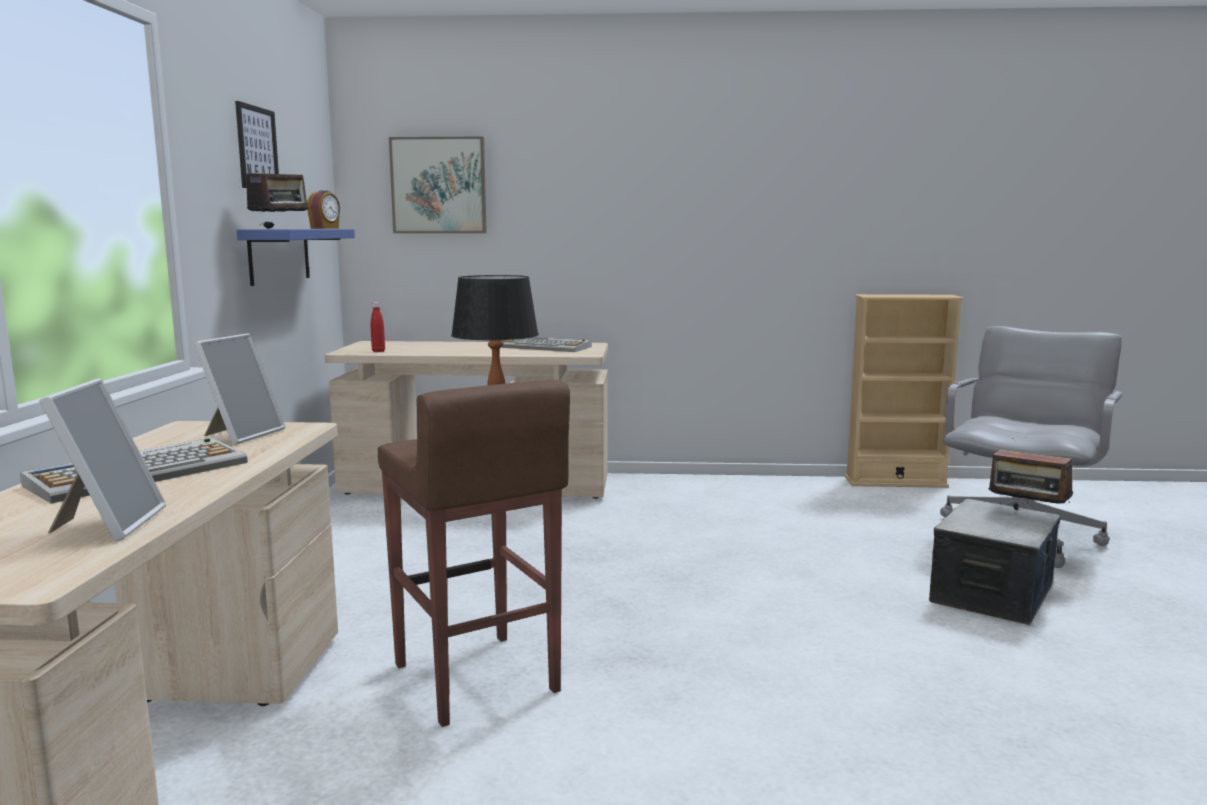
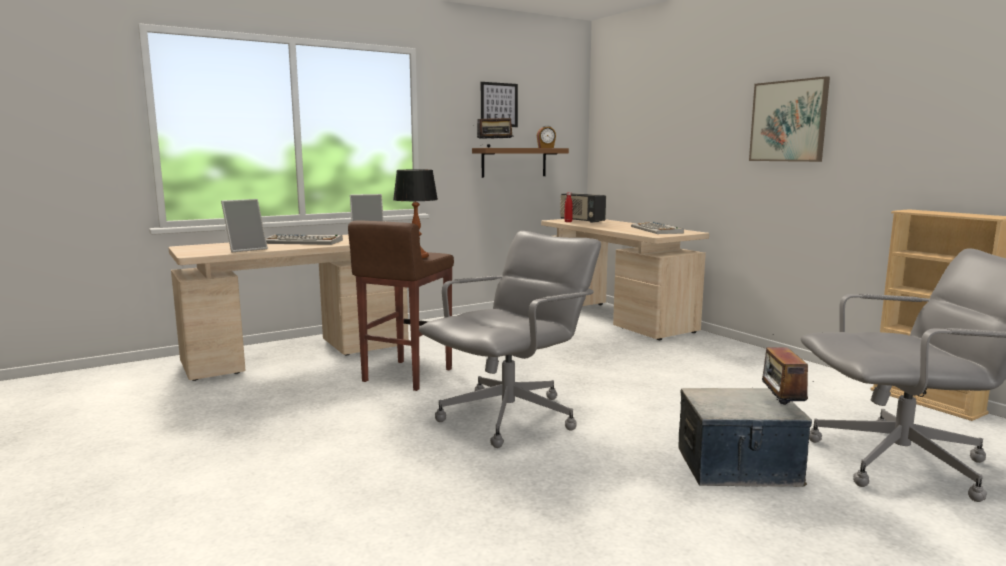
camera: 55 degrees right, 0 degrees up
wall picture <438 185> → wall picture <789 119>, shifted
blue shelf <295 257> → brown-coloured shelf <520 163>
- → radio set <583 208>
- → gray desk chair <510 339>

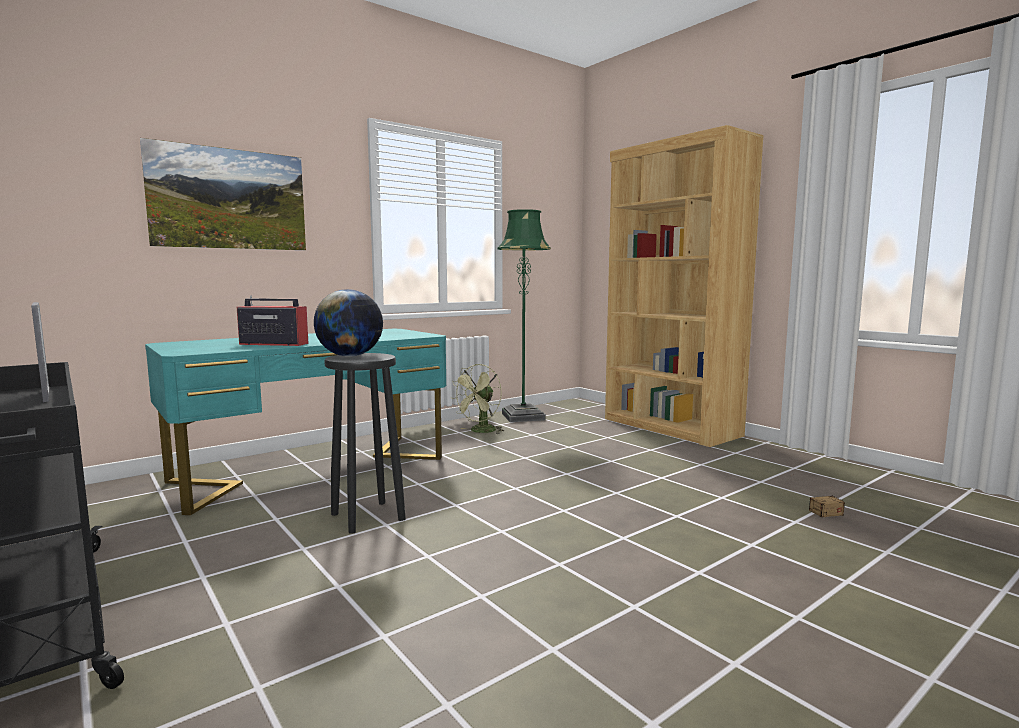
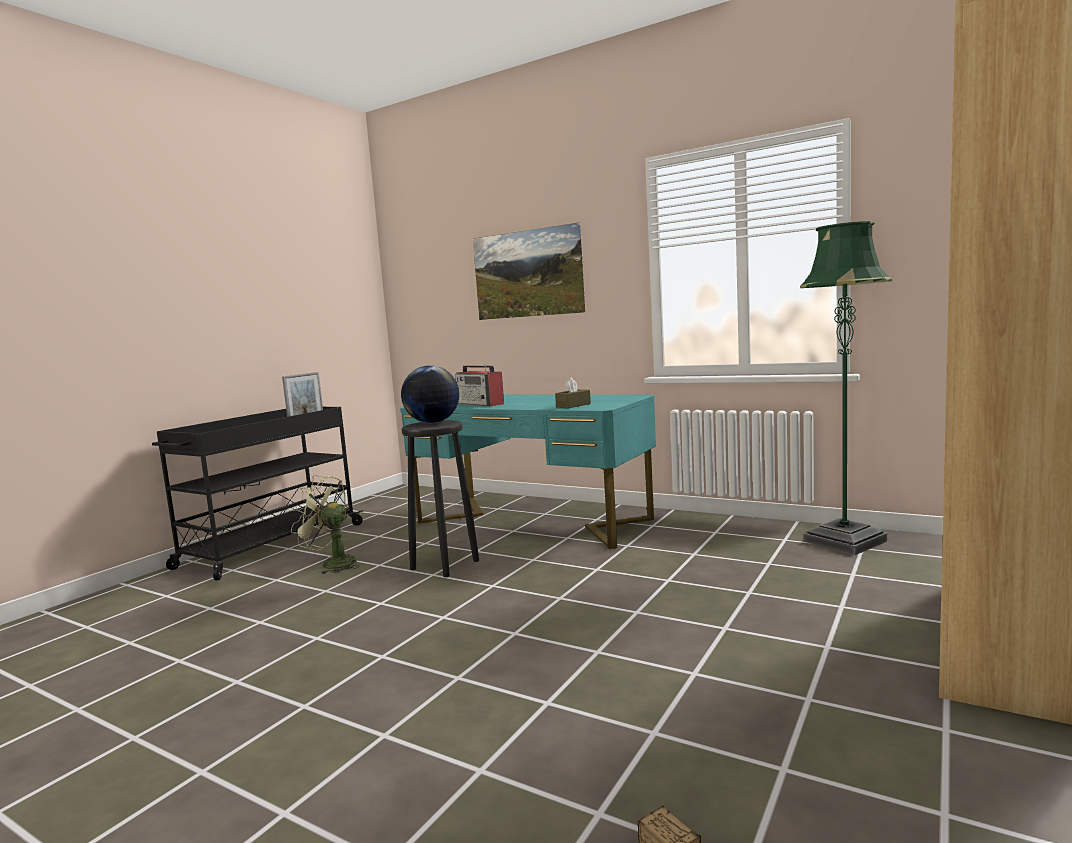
camera: 70 degrees right, 0 degrees up
radio set <273 320> → radio set <479 385>, 150 degrees clockwise
green cooling fan <476 399> → green cooling fan <325 524>, shifted
- → brown-coloured tissue holder <573 393>

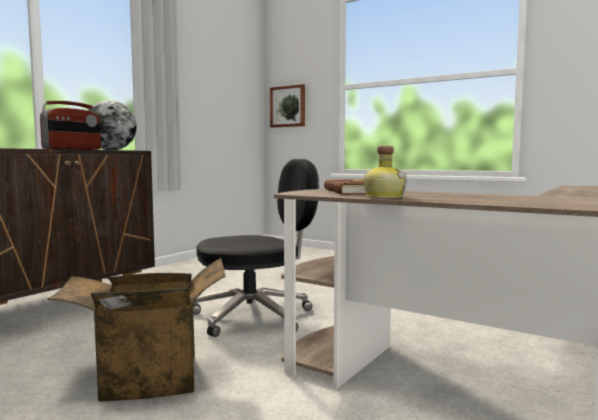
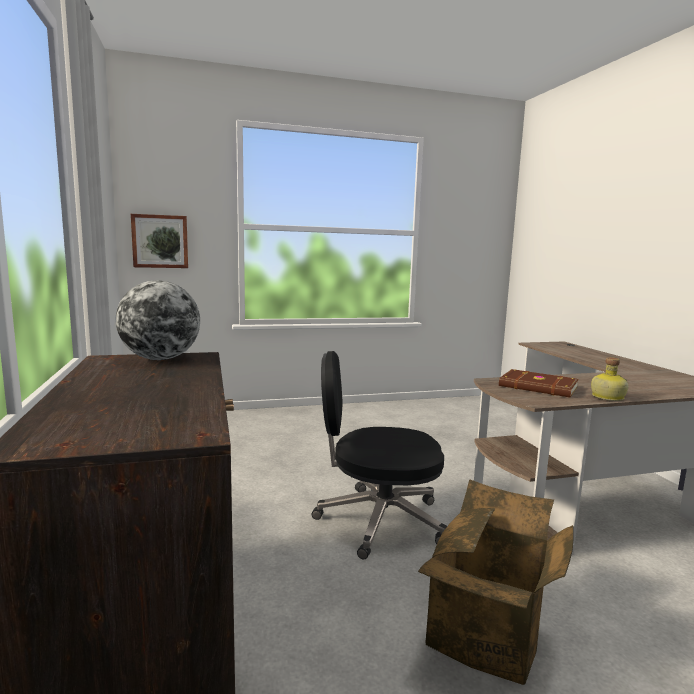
camera: 50 degrees left, 5 degrees up
radio set <70 125> → -
black desk chair <256 248> → black desk chair <379 455>, 105 degrees counterclockwise

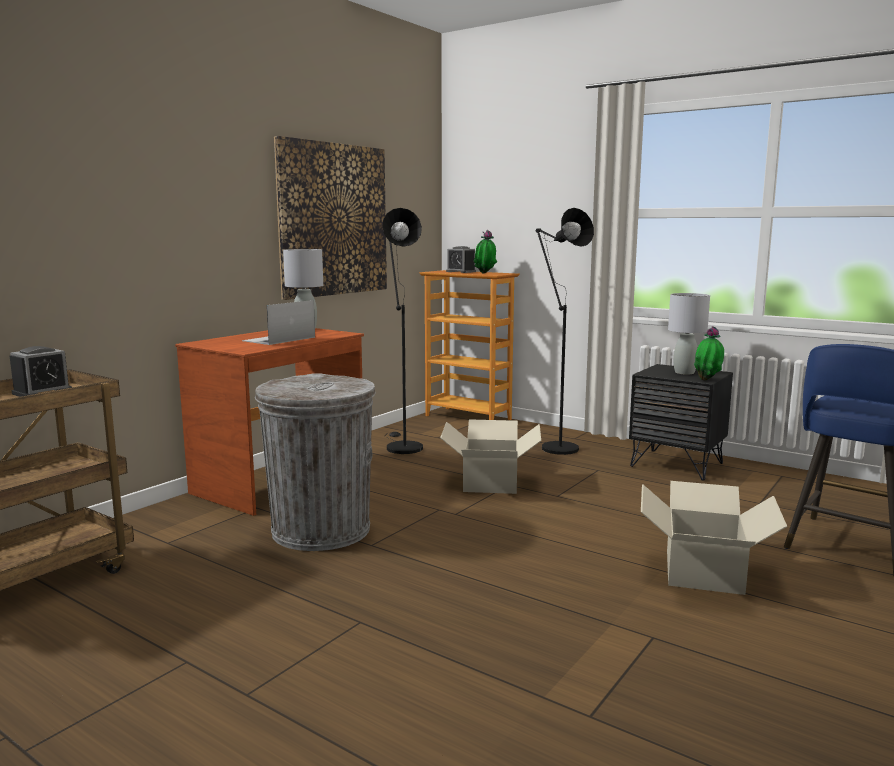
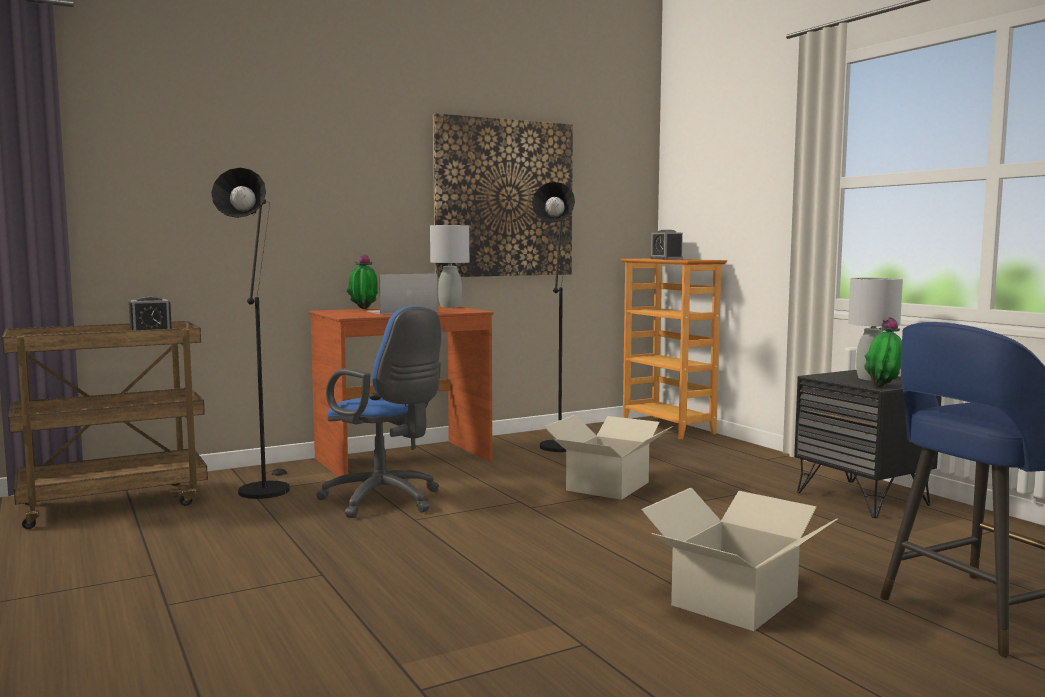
camera: 25 degrees right, 5 degrees down
black standing lamp <558 331> → black standing lamp <250 333>, shifted
houseplant <485 251> → houseplant <362 281>, shifted
gray rubbish bin <315 462> → blue desk chair <378 412>

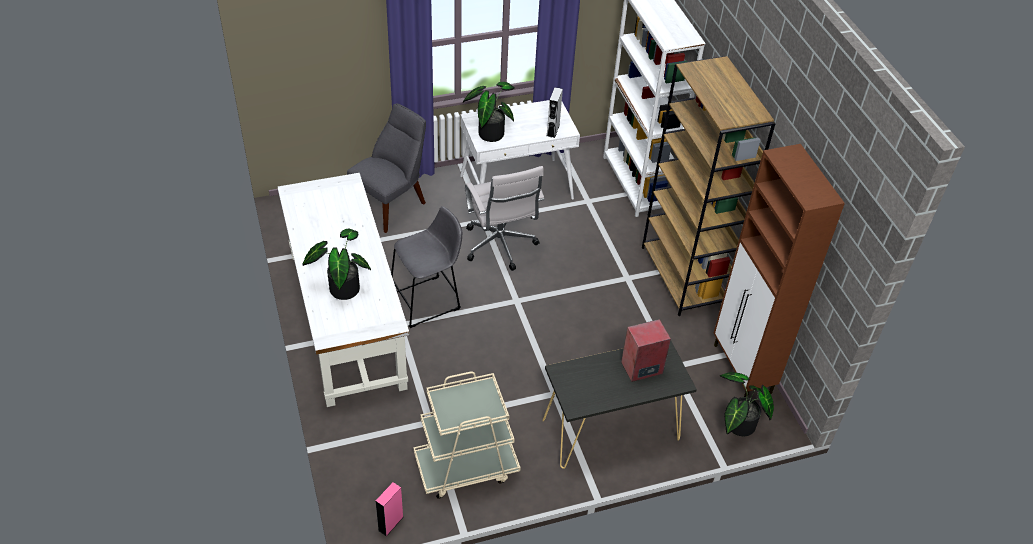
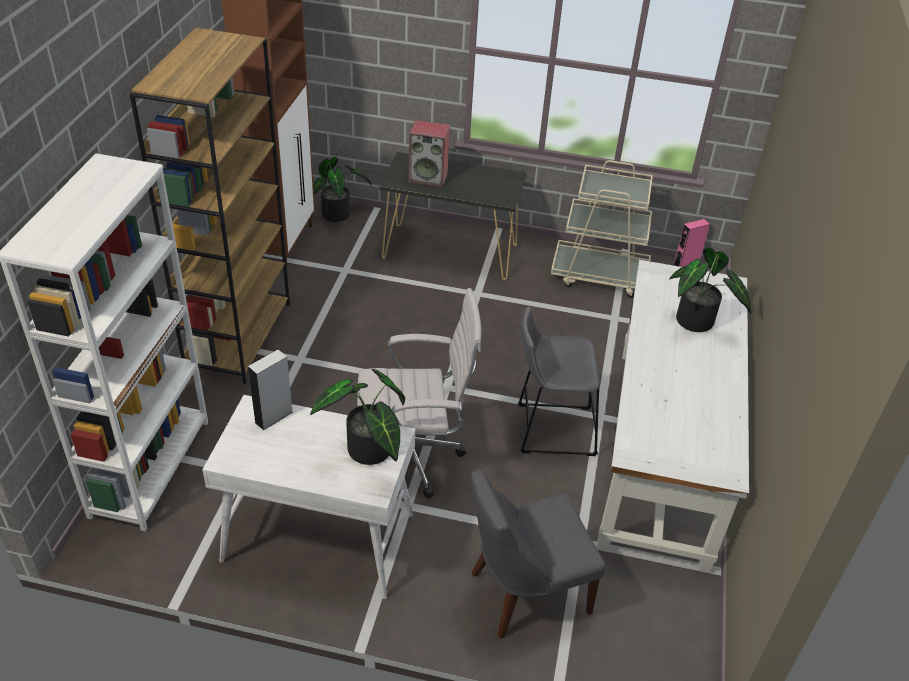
camera: 150 degrees left, 5 degrees down
white desk chair <505 218> → white desk chair <419 393>, 75 degrees clockwise

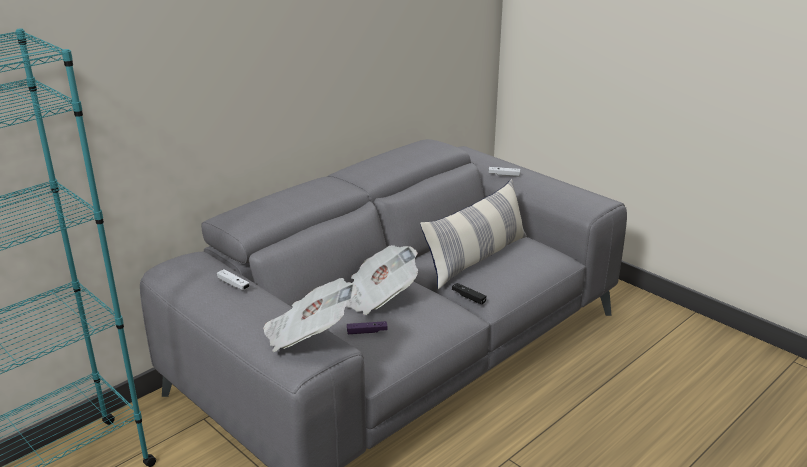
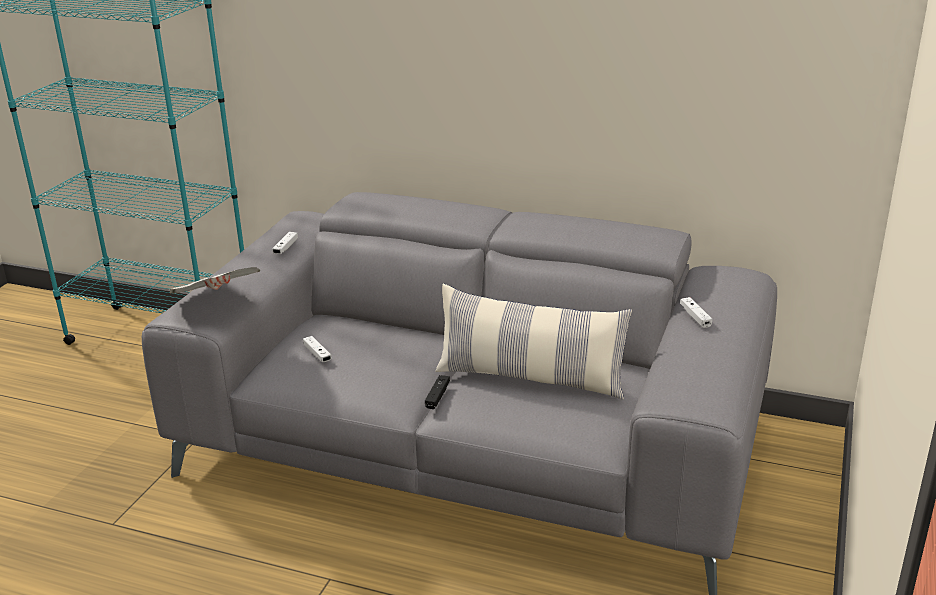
camera: 65 degrees right, 0 degrees up
printed paper <382 280> → -
purple-coloured joypad <367 327> → white joypad <317 349>

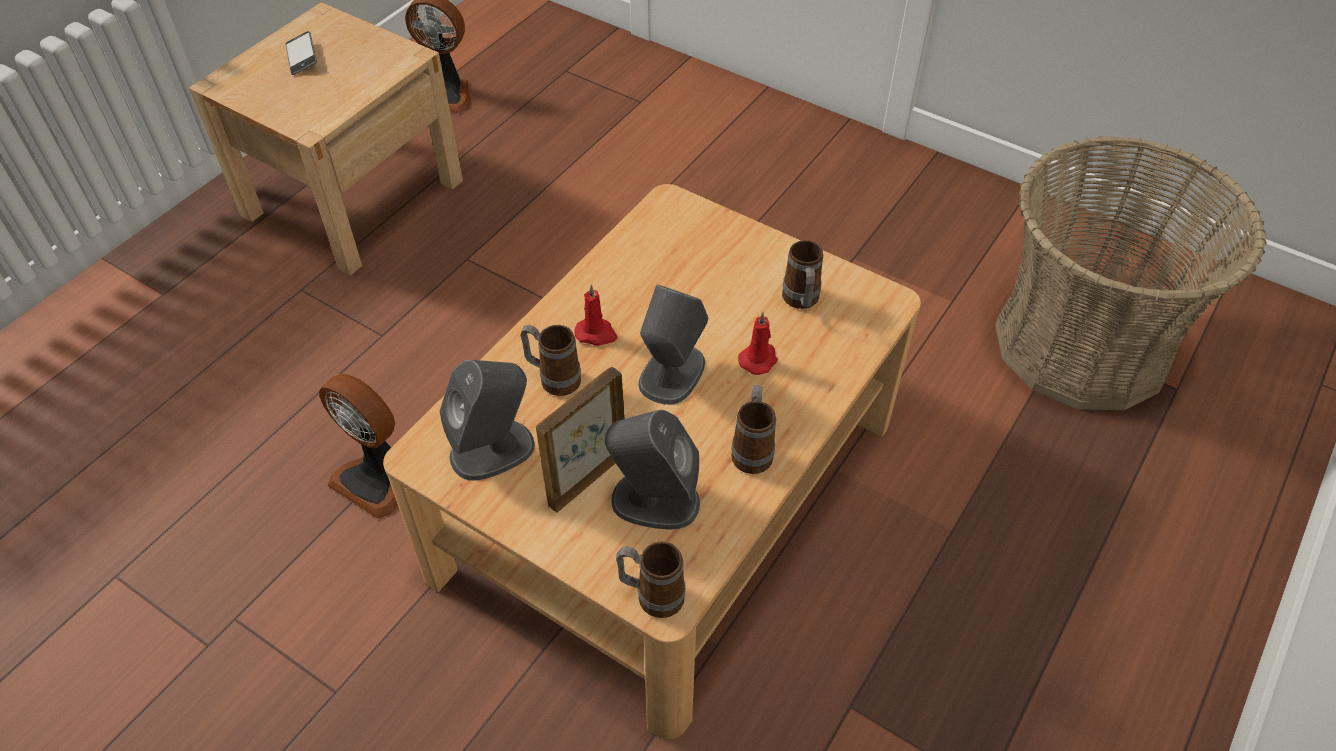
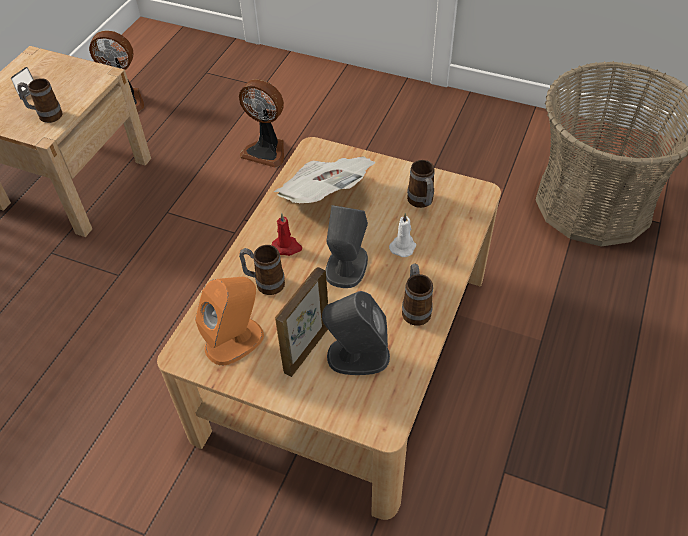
camera: 10 degrees left, 0 degrees up
red-coloured candle <758 343> → white candle <402 235>
gray audio speaker <487 420> → orange-coloured audio speaker <229 321>
cooling fan <358 446> → cooling fan <261 123>, shifted
coffee mug <650 579> → coffee mug <40 100>, shifted
- → printed paper <324 179>

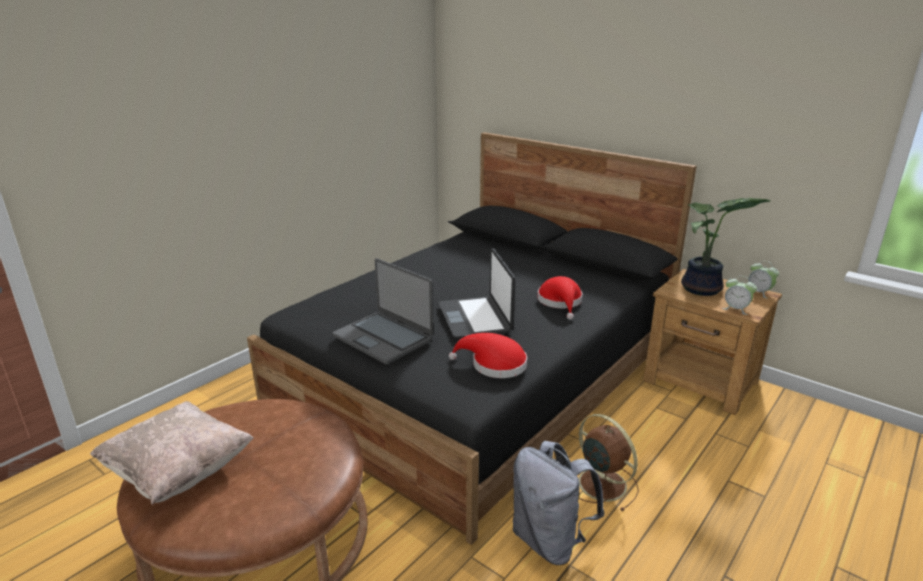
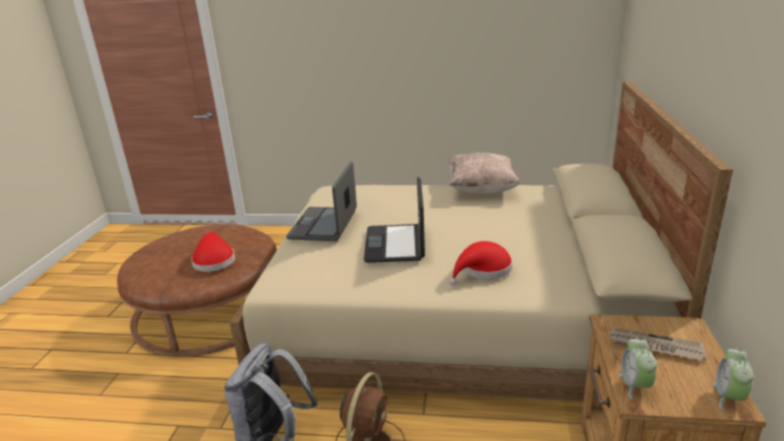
camera: 60 degrees right, 0 degrees up
black bed <472 338> → sand-coloured bed <481 241>
houseplant <725 247> → printed paper <657 344>
laptop <477 293> → laptop <394 220>, 45 degrees counterclockwise
red-coloured wearable hat <488 355> → red-coloured wearable hat <213 252>, shifted
sand-coloured throw pillow <172 453> → sand-coloured throw pillow <484 173>, shifted

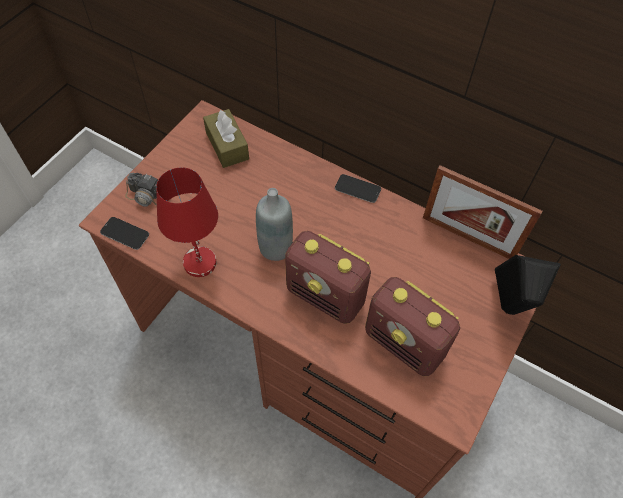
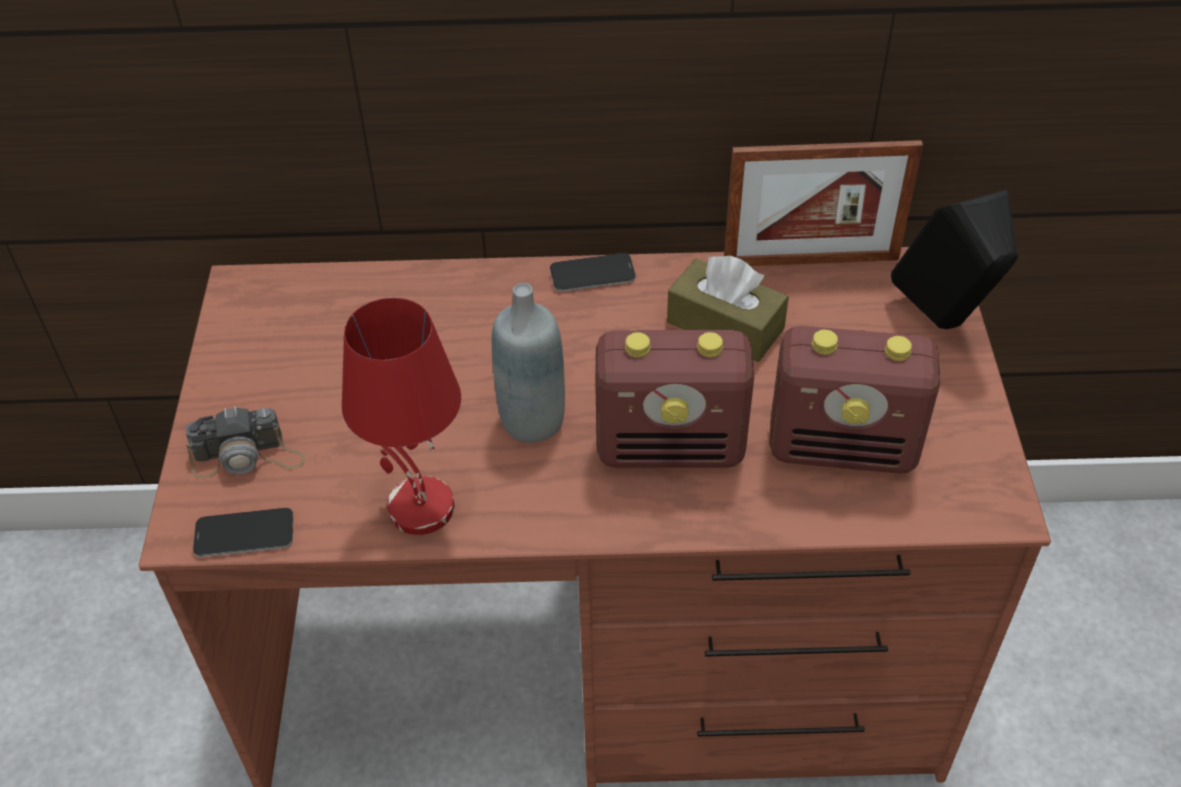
camera: 30 degrees left, 10 degrees down
brown-coloured tissue holder <226 138> → brown-coloured tissue holder <728 309>, shifted

